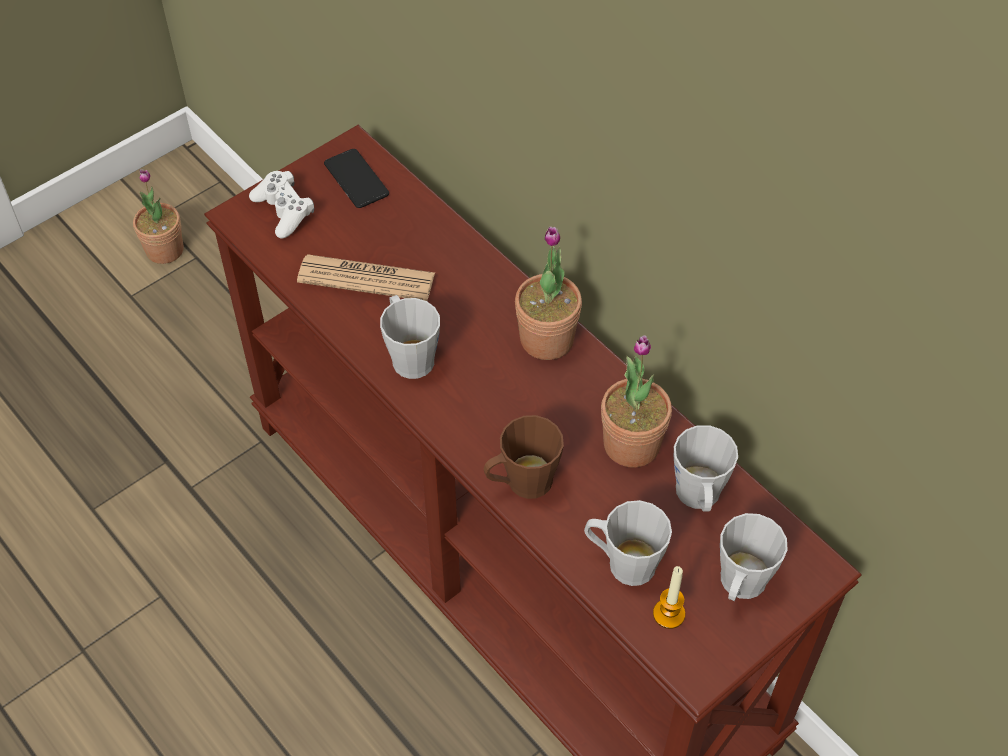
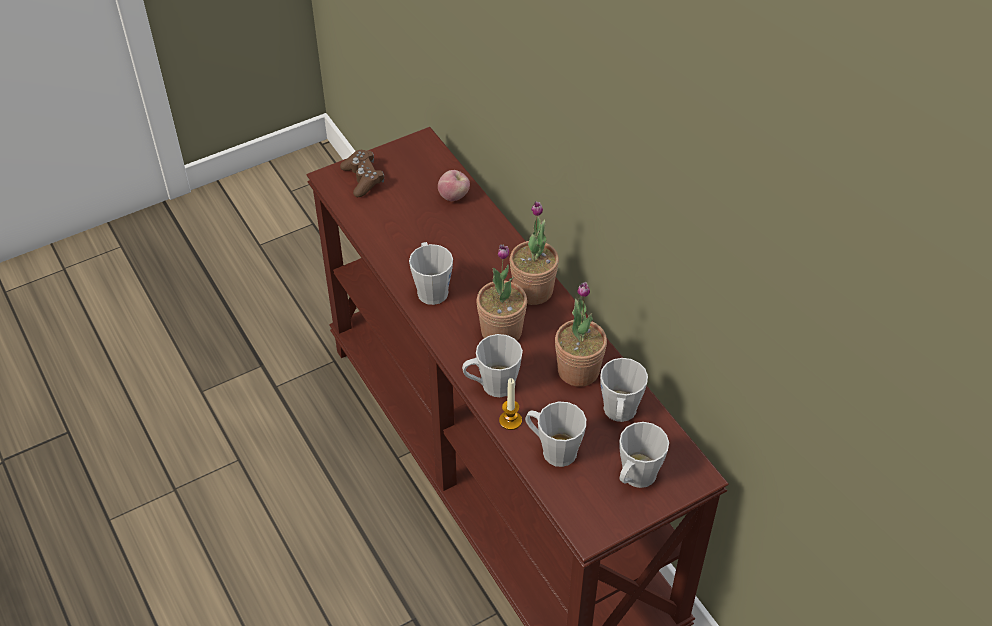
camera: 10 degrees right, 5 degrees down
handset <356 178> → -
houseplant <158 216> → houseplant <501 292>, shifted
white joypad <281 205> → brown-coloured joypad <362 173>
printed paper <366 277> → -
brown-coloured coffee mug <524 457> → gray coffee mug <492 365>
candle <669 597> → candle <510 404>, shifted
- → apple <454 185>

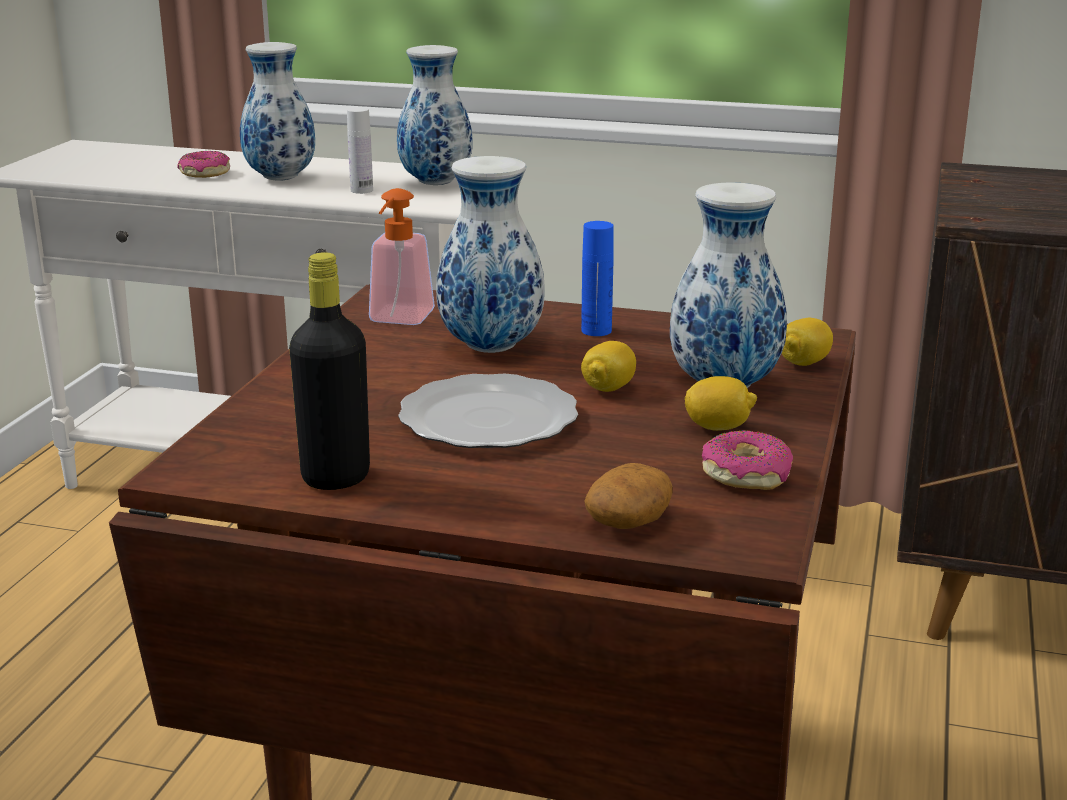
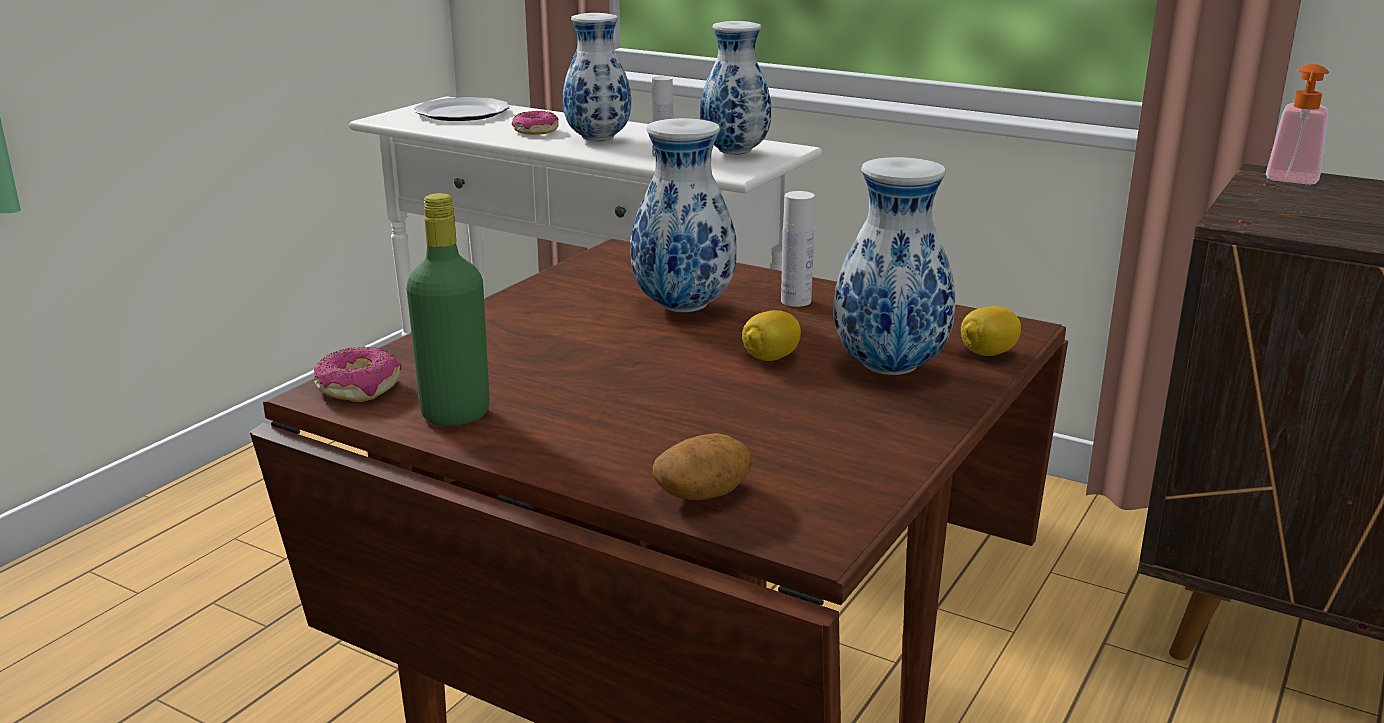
camera: 15 degrees right, 0 degrees up
soap bottle <402 256> → soap bottle <1297 124>, shifted
blue beverage bottle <597 278> → white beverage bottle <798 249>
black beverage bottle <329 371> → green beverage bottle <447 309>
dinner plate <488 411> → dinner plate <462 109>, shifted
lemon <720 403> → -
ring doughnut <747 460> → ring doughnut <358 374>, shifted

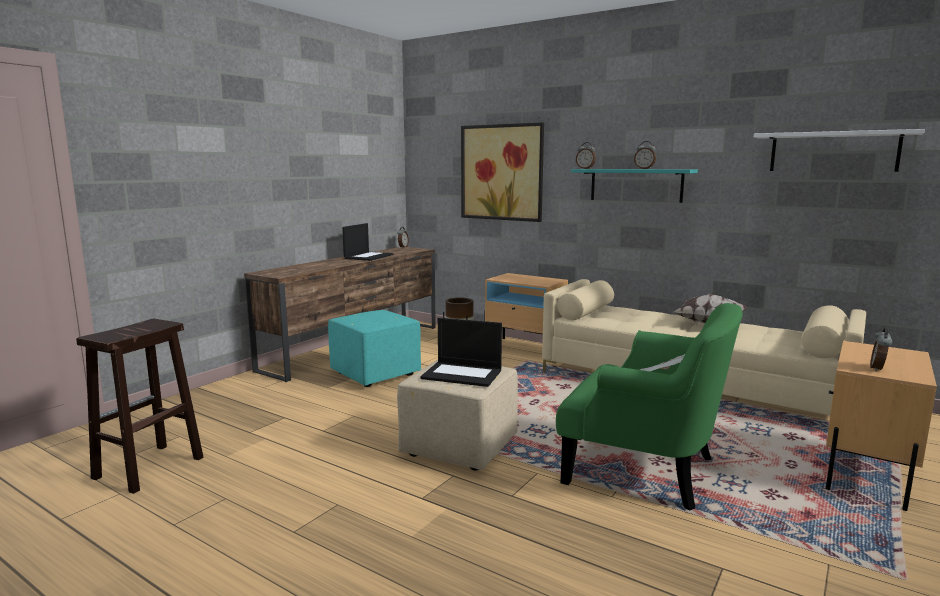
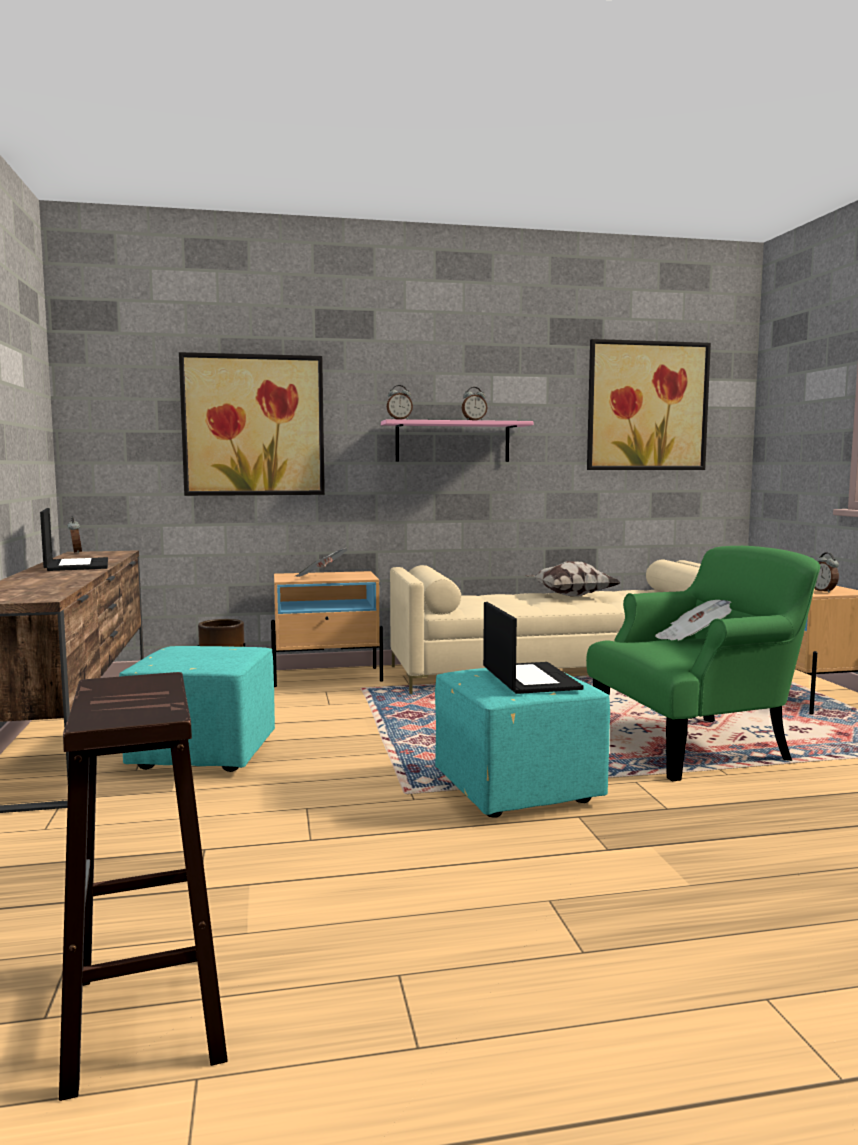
camera: 45 degrees left, 5 degrees down
white shelf <839 150> → wall picture <649 404>
turquoise-coloured shelf <634 186> → pinkish shelf <457 440>
laptop <461 352> → laptop <533 648>, 75 degrees counterclockwise
sand-coloured ottoman <457 415> → turquoise-coloured ottoman <522 743>
- → printed paper <321 562>

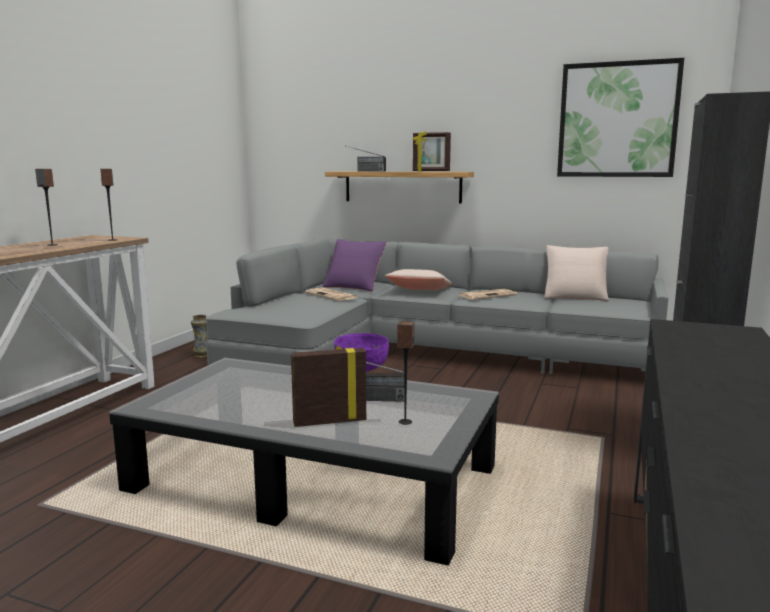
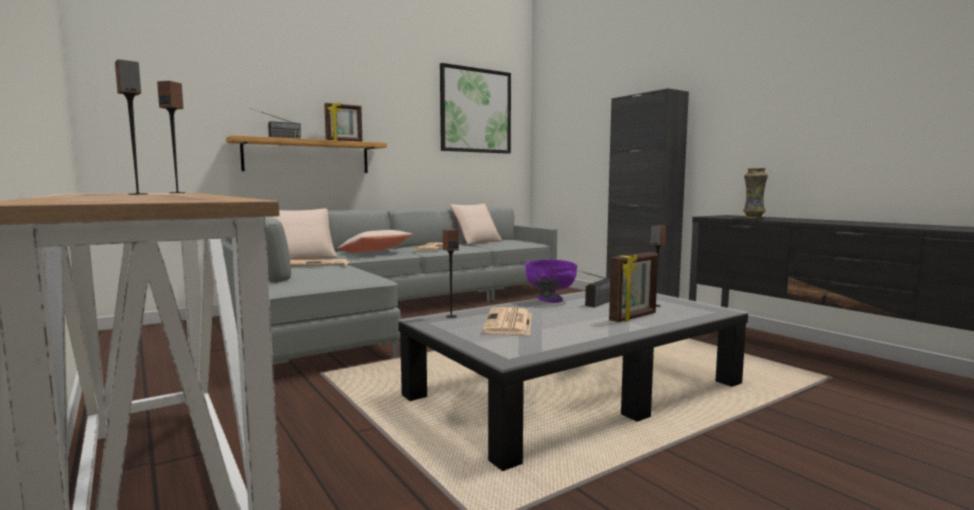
camera: 55 degrees left, 5 degrees down
purple-coloured throw pillow <355 265> → sand-coloured throw pillow <304 234>
vase <199 336> → vase <755 193>, shifted
picture frame <328 386> → picture frame <633 287>, 150 degrees counterclockwise
- → audio speaker <451 273>
- → printed paper <507 321>

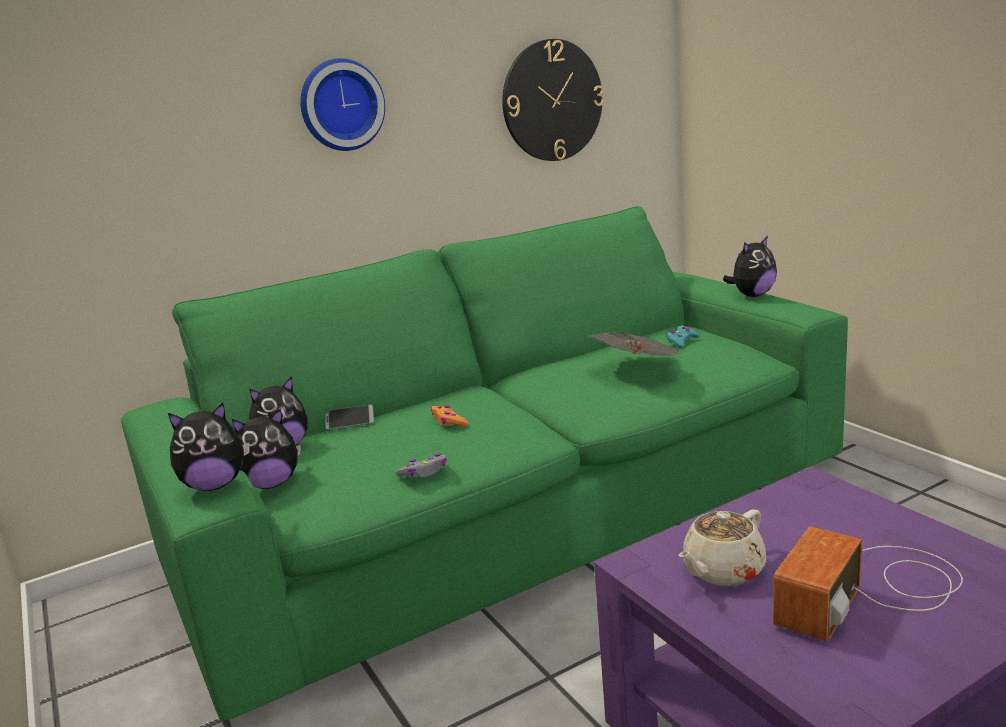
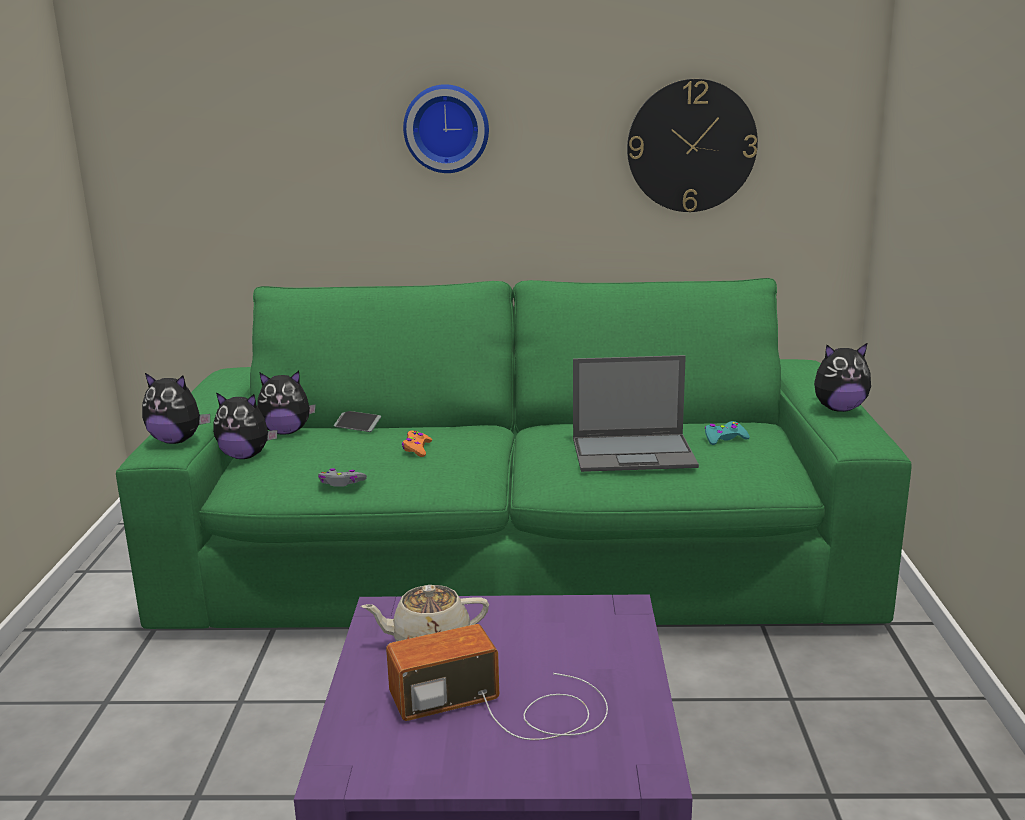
camera: 30 degrees right, 0 degrees up
printed paper <633 344> → laptop <636 413>

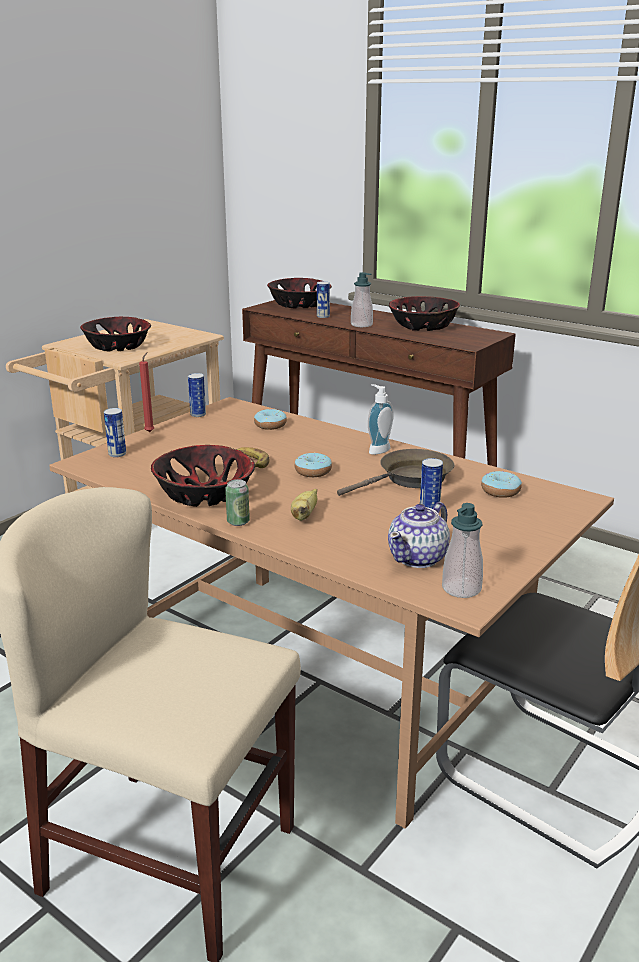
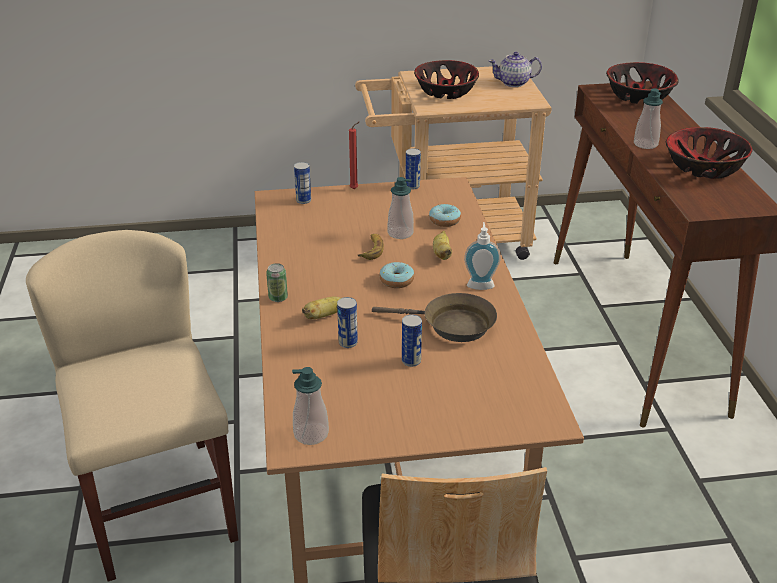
camera: 45 degrees right, 10 degrees up
sealed can <323 299> → sealed can <347 322>, shifted
serving bowl <203 476> → -
ring doughnut <501 484> → -
tea pot <419 535> → tea pot <515 69>, shifted
- → soap bottle <401 208>
- → banana fruit <442 245>

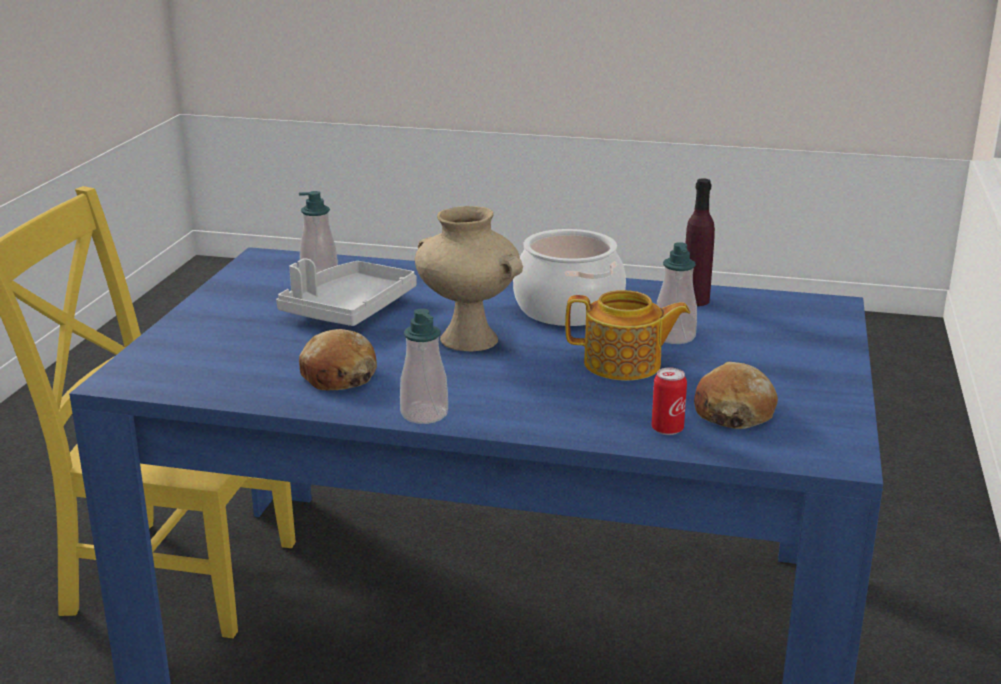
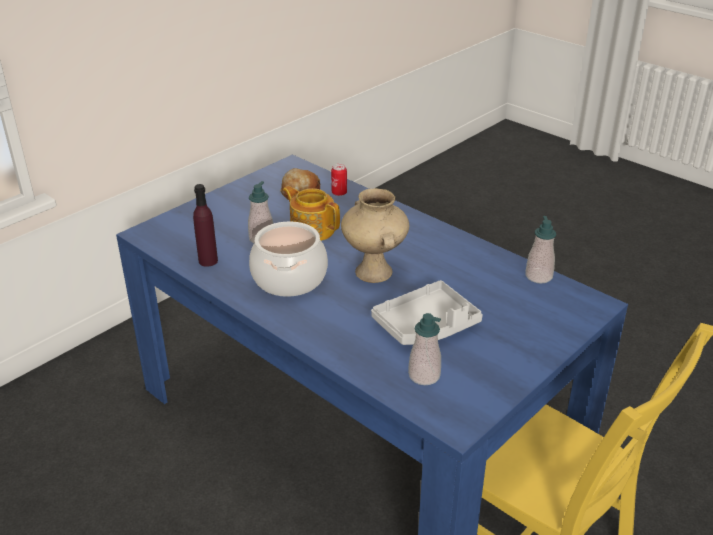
camera: 150 degrees left, 10 degrees up
soap bottle <424 366> → soap bottle <541 250>, shifted
baked bread <338 359> → -

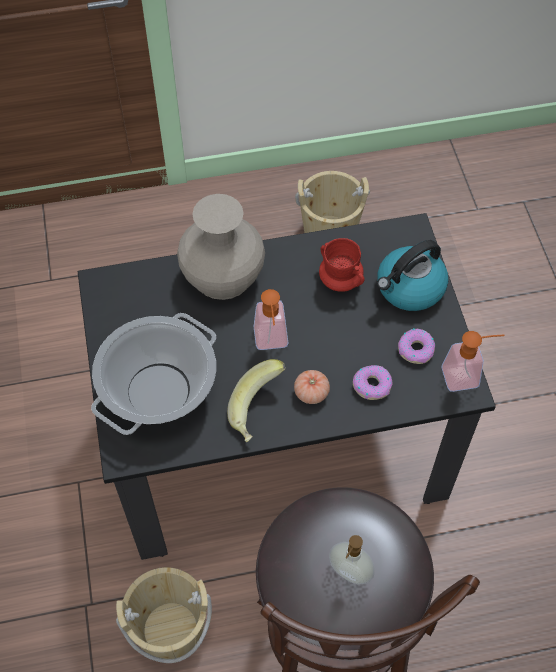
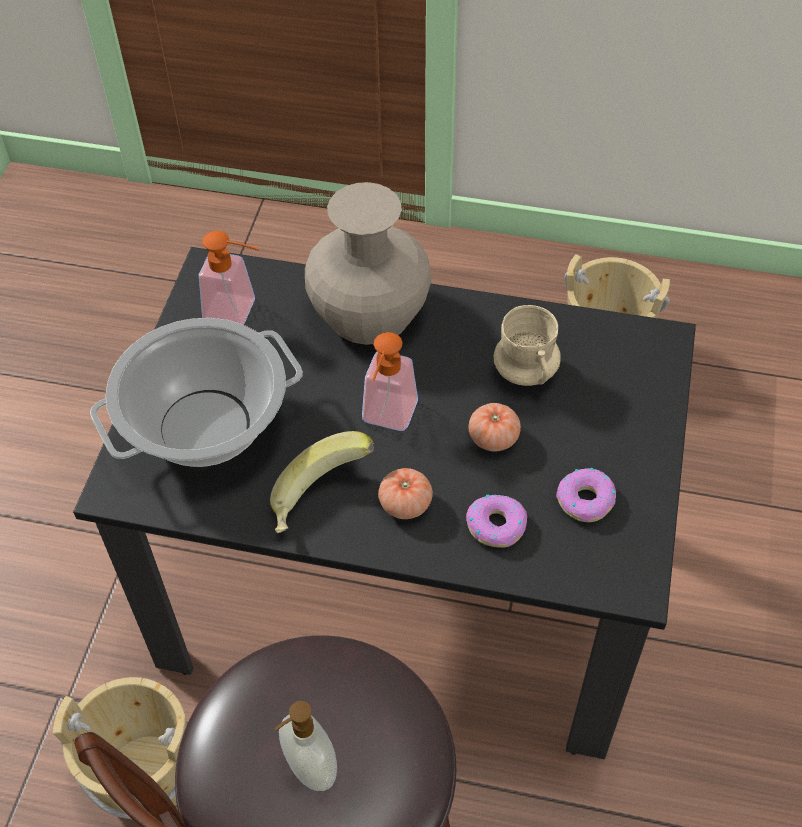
camera: 25 degrees right, 5 degrees down
red-coloured coffee mug <342 265> → sand-coloured coffee mug <527 345>
water kettle <412 275> → -
soap bottle <473 361> → soap bottle <229 278>, shifted
- → whole tomato <495 427>

